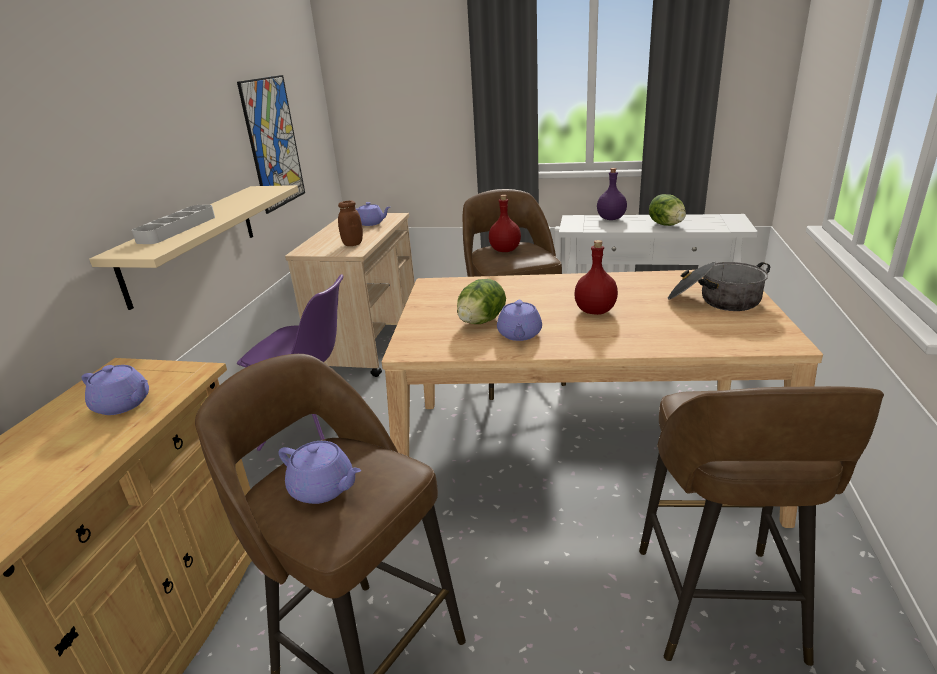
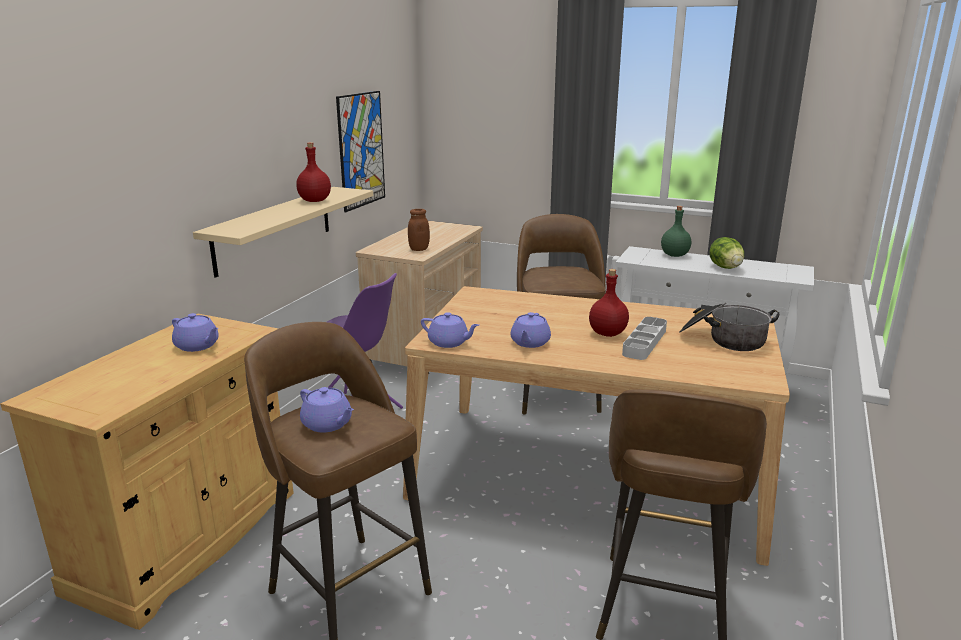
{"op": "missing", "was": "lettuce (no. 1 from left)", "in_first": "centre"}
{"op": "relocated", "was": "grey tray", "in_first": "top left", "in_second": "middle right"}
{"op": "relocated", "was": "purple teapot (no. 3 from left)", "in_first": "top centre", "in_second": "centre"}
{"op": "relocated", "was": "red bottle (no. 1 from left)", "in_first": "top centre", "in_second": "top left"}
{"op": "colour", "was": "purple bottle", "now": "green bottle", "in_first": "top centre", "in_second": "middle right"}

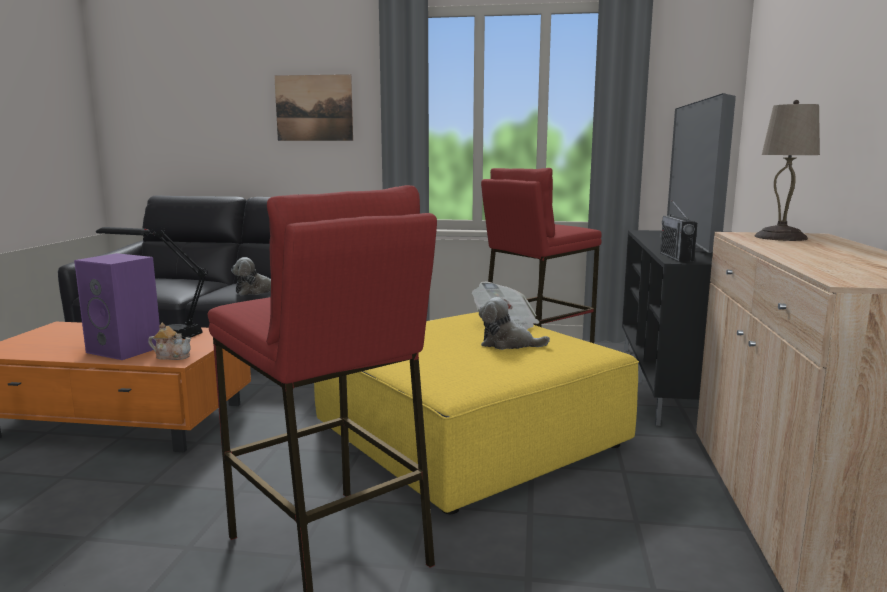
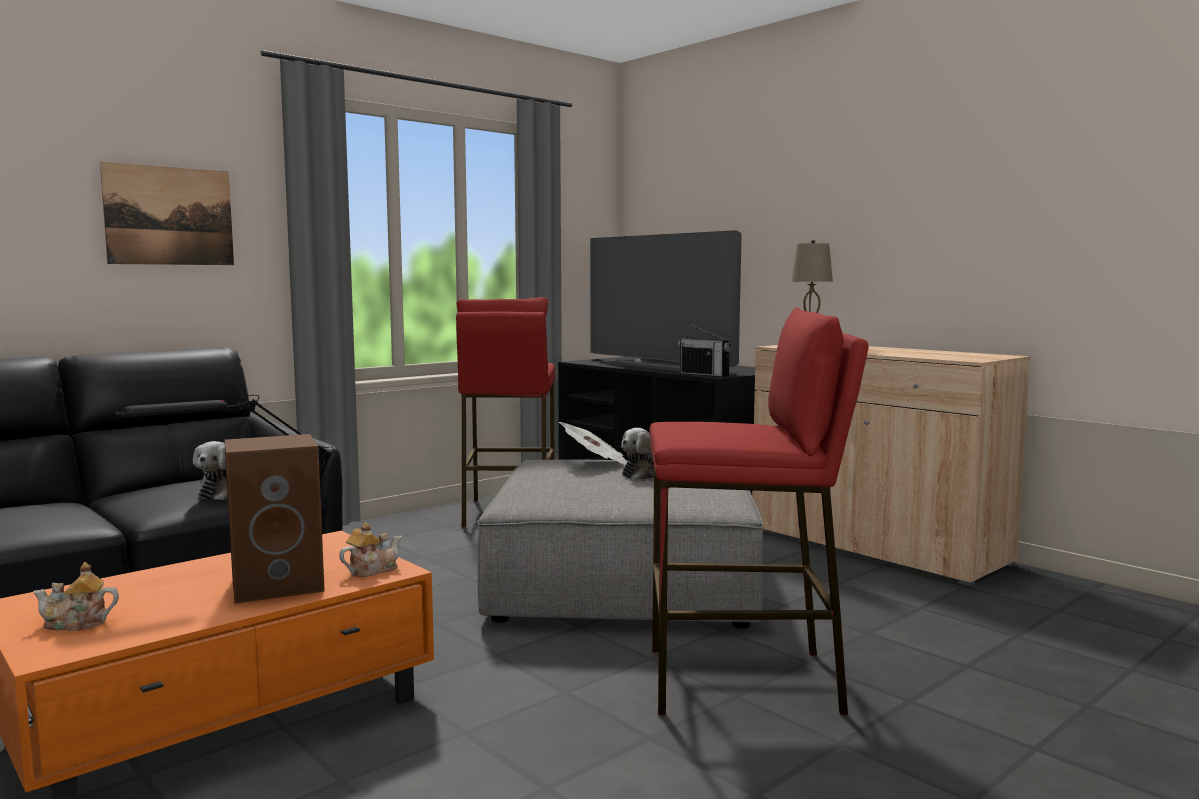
{"op": "appeared", "now": "teapot (no. 1 from left)", "in_second": "bottom left"}
{"op": "colour", "was": "purple speaker", "now": "brown speaker", "in_first": "middle left", "in_second": "middle left"}
{"op": "colour", "was": "yellow ottoman", "now": "grey ottoman", "in_first": "bottom centre", "in_second": "bottom centre"}

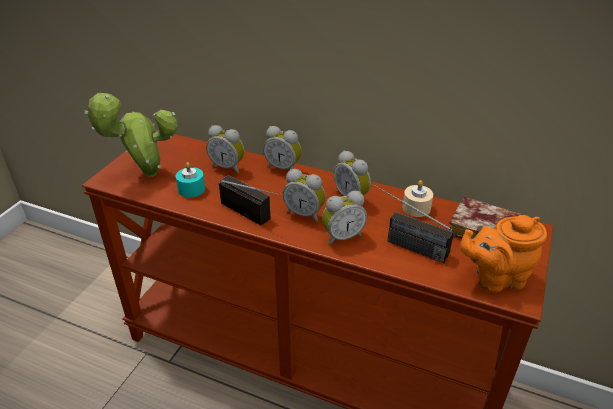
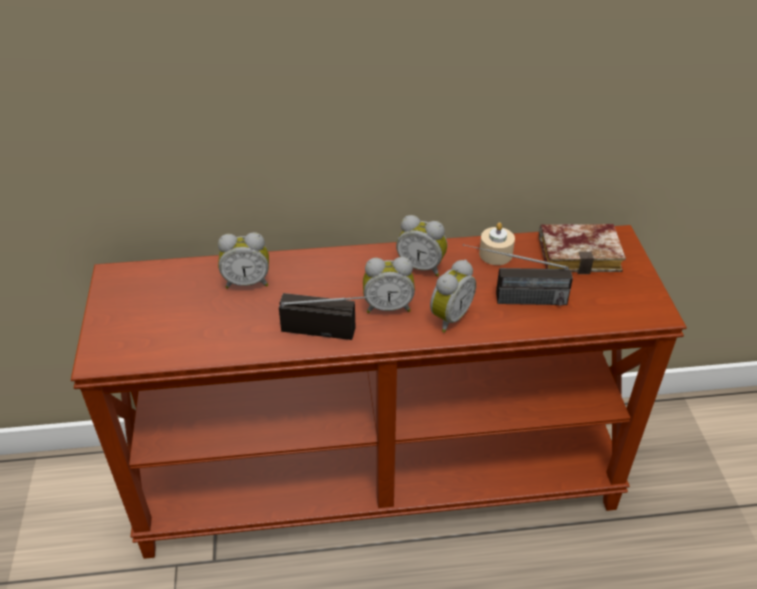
{"op": "missing", "was": "potted plant", "in_first": "top left"}
{"op": "missing", "was": "turquoise candle", "in_first": "middle left"}
{"op": "missing", "was": "alarm clock (no. 2 from left)", "in_first": "centre"}
{"op": "missing", "was": "orange teapot", "in_first": "middle right"}

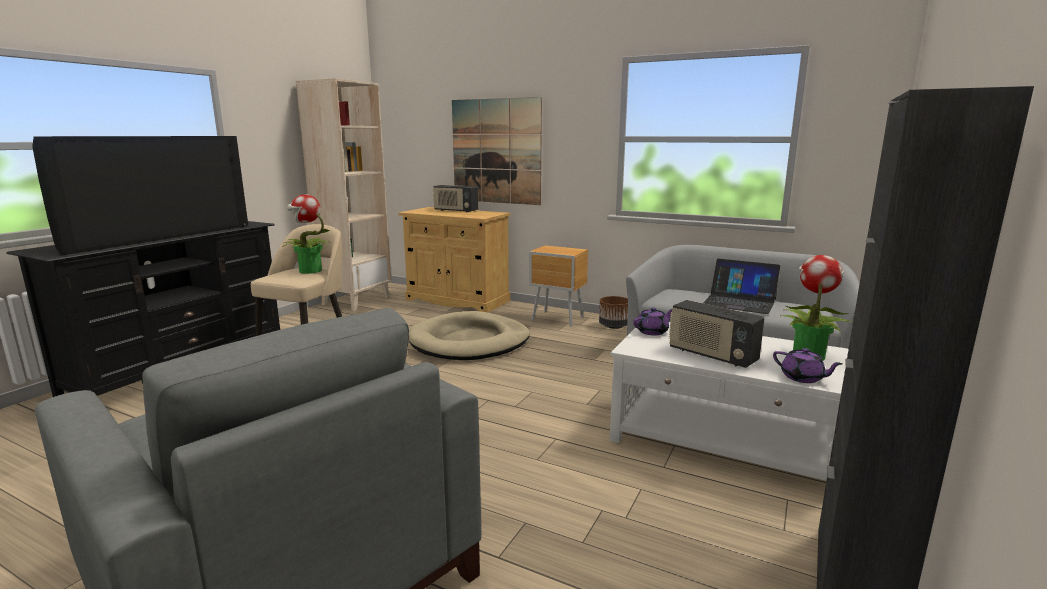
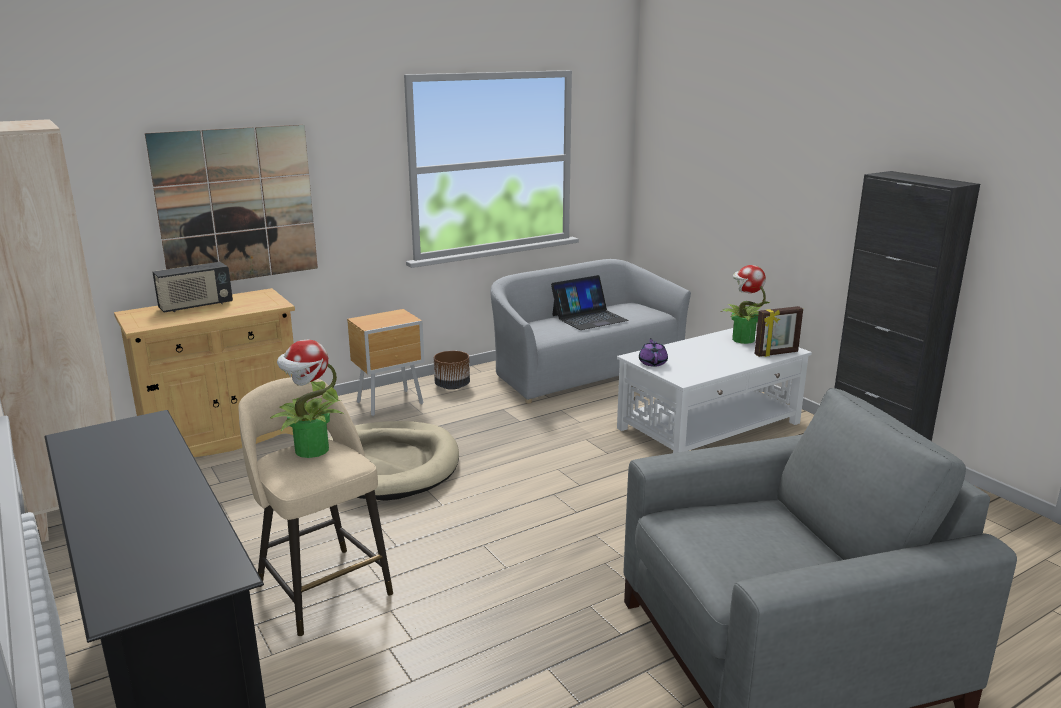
{"op": "missing", "was": "television", "in_first": "top left"}
{"op": "missing", "was": "radio (no. 2 from left)", "in_first": "middle right"}
{"op": "exchanged", "was": "purple teapot (no. 2 from left)", "now": "picture frame", "in_first": "middle right", "in_second": "middle right"}

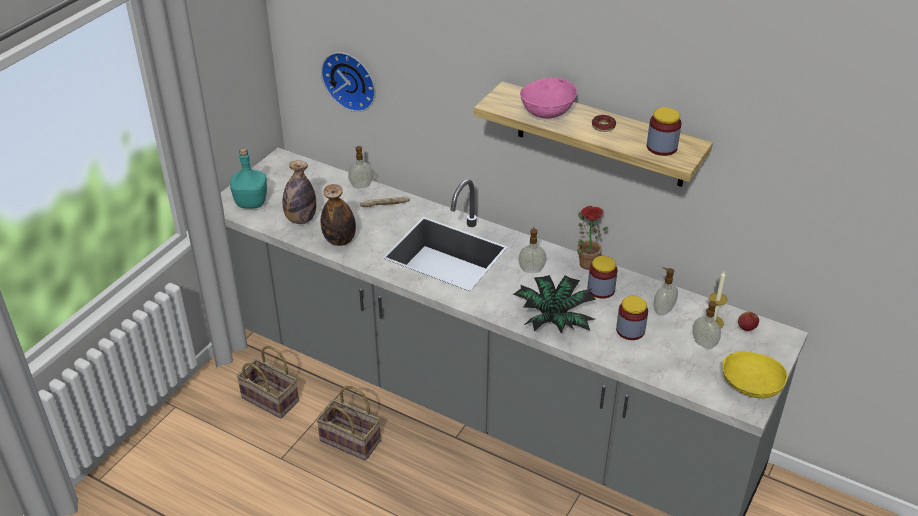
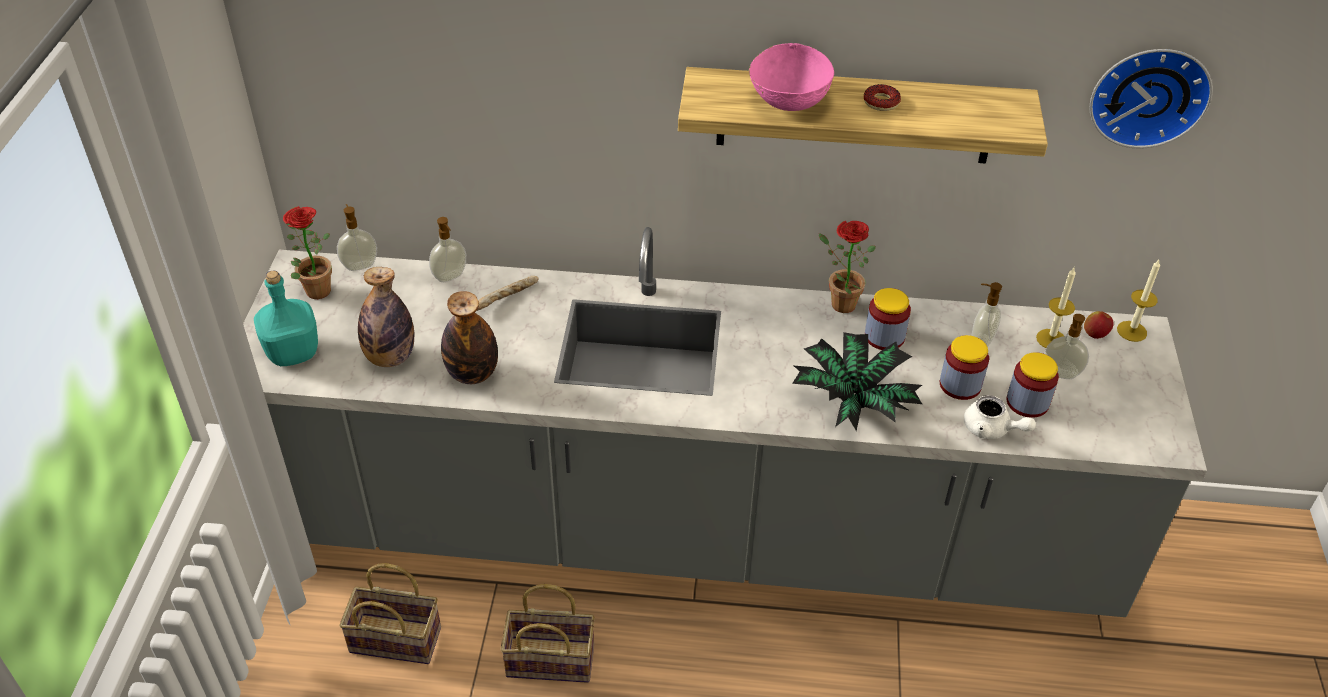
{"op": "missing", "was": "yellow bowl", "in_first": "bottom right"}
{"op": "appeared", "now": "potted plant (no. 1 from left)", "in_second": "middle left"}
{"op": "appeared", "now": "white teapot", "in_second": "middle right"}
{"op": "appeared", "now": "candle (no. 2 from left)", "in_second": "middle right"}
{"op": "relocated", "was": "wall clock", "in_first": "top centre", "in_second": "top right"}
{"op": "relocated", "was": "soap dispenser (no. 2 from left in the first image)", "now": "soap dispenser (no. 1 from left)", "in_first": "centre", "in_second": "middle left"}
{"op": "relocated", "was": "jar (no. 3 from left)", "in_first": "top right", "in_second": "middle right"}

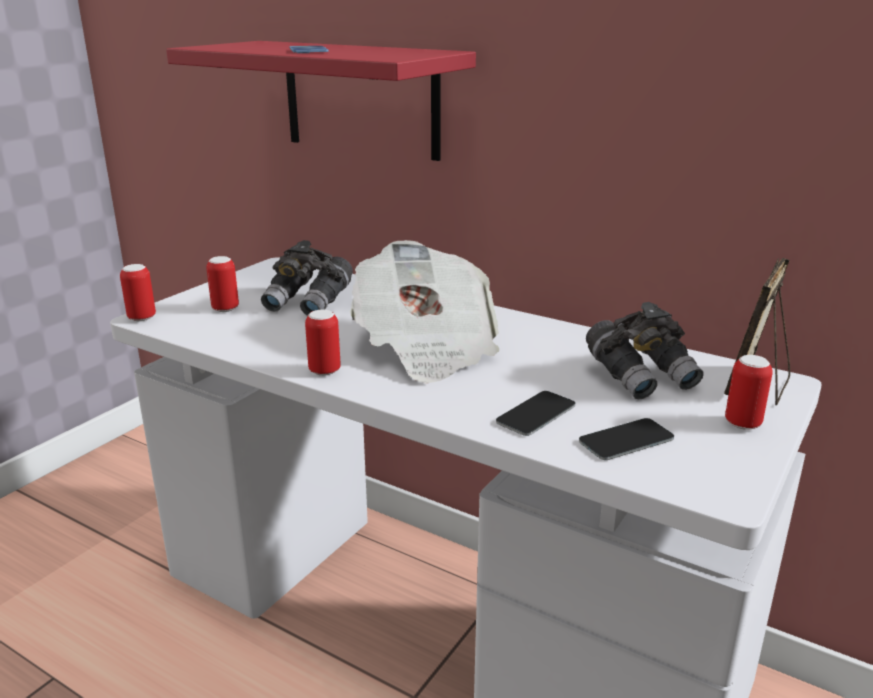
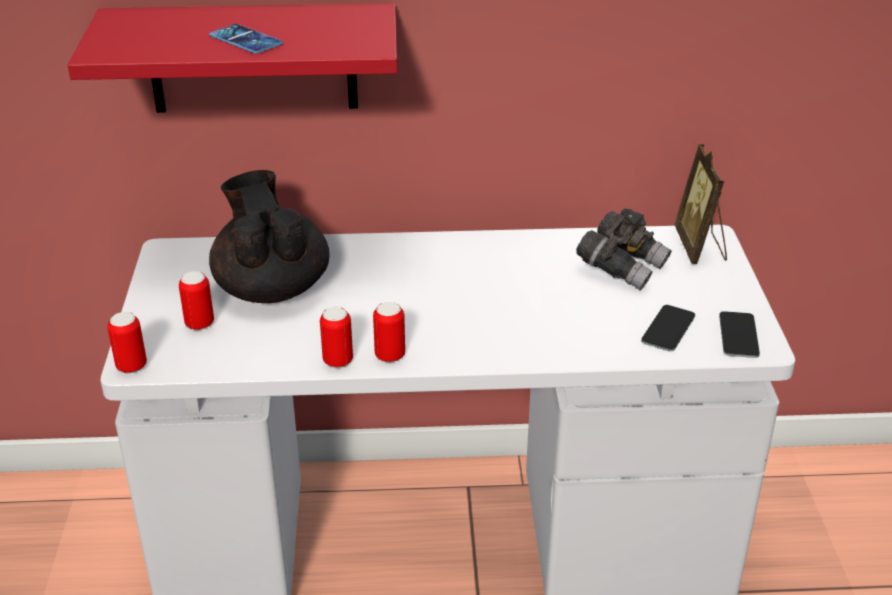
{"op": "missing", "was": "newspaper", "in_first": "centre"}
{"op": "relocated", "was": "phone (no. 2 from left in the first image)", "now": "phone (no. 3 from left)", "in_first": "centre", "in_second": "middle right"}
{"op": "relocated", "was": "can (no. 4 from left in the first image)", "now": "can (no. 3 from left)", "in_first": "middle right", "in_second": "centre"}
{"op": "exchanged", "was": "grey binoculars (no. 1 from left)", "now": "black teapot", "in_first": "centre", "in_second": "middle left"}

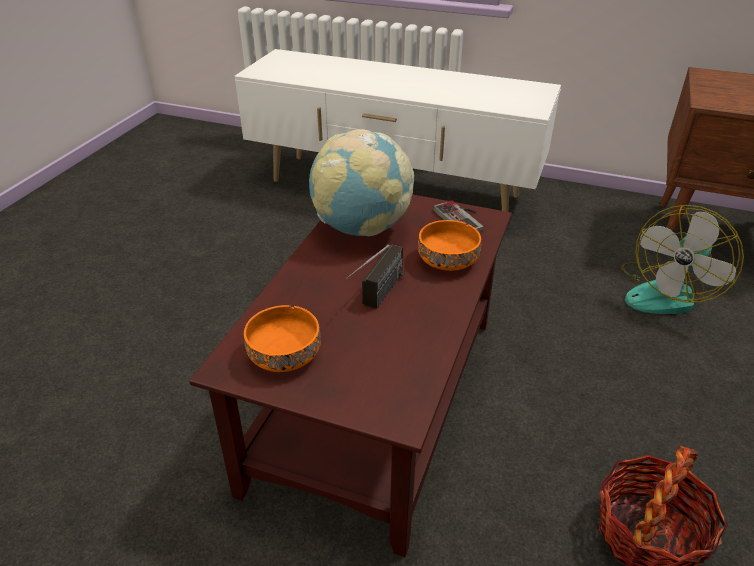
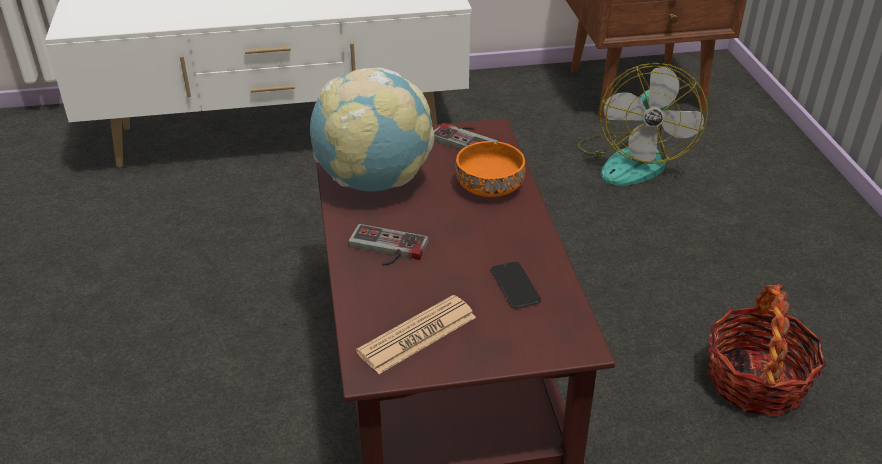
{"op": "missing", "was": "radio", "in_first": "centre"}
{"op": "appeared", "now": "game controller (no. 1 from left)", "in_second": "centre"}
{"op": "appeared", "now": "phone", "in_second": "centre"}
{"op": "exchanged", "was": "orange bowl (no. 1 from left)", "now": "newspaper", "in_first": "centre", "in_second": "bottom centre"}

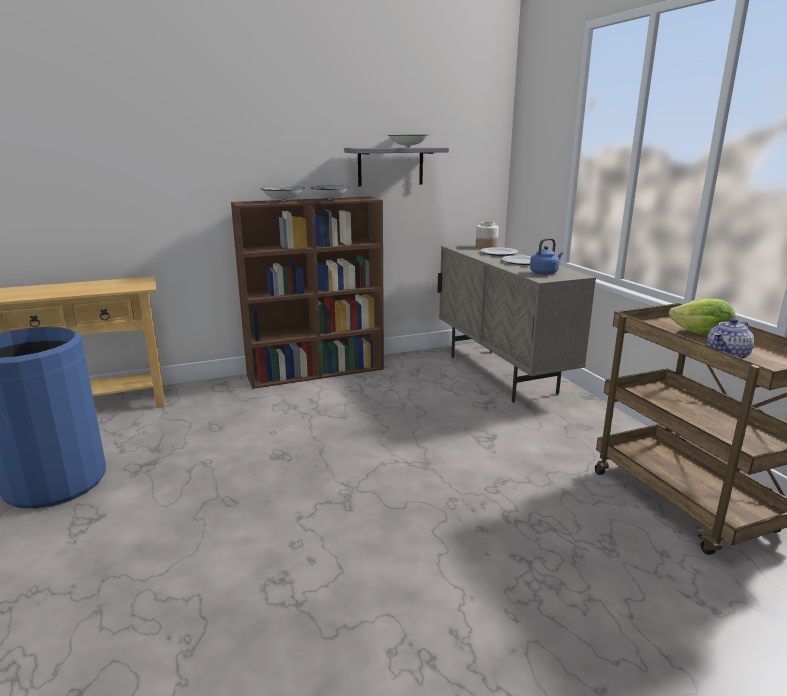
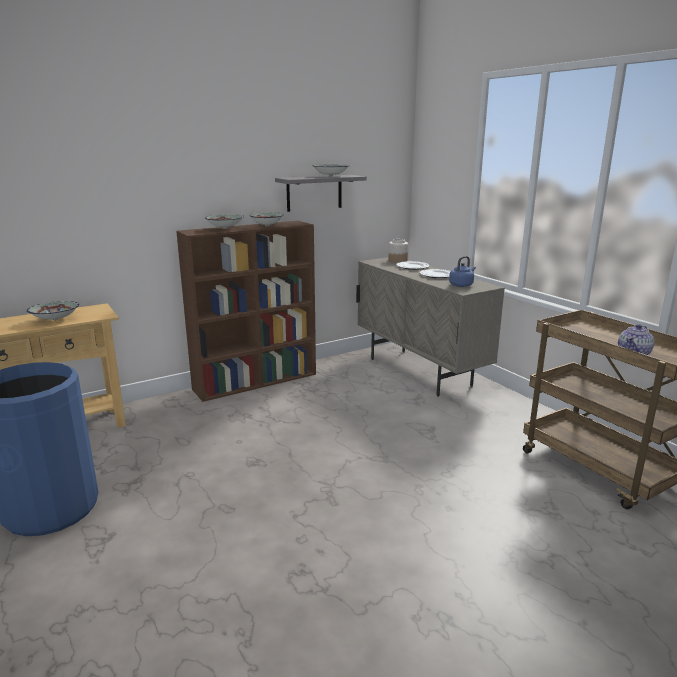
{"op": "missing", "was": "lettuce", "in_first": "middle right"}
{"op": "appeared", "now": "bowl (no. 1 from left)", "in_second": "middle left"}

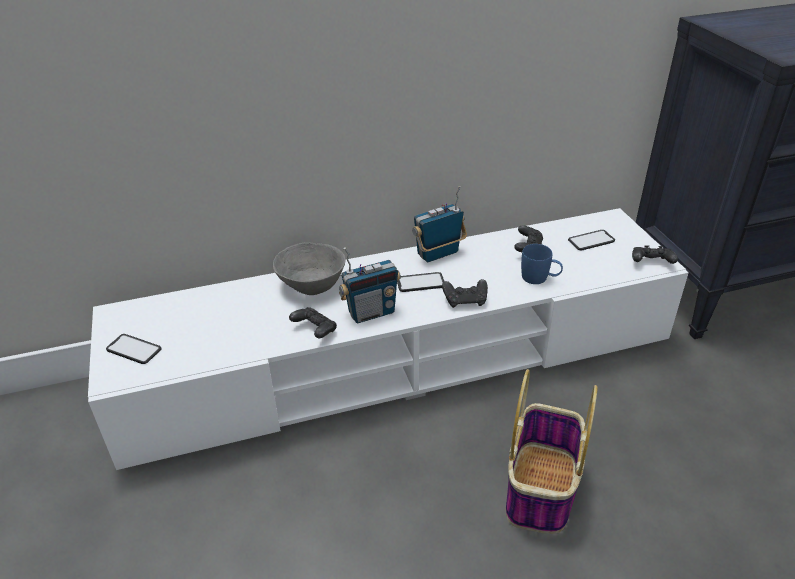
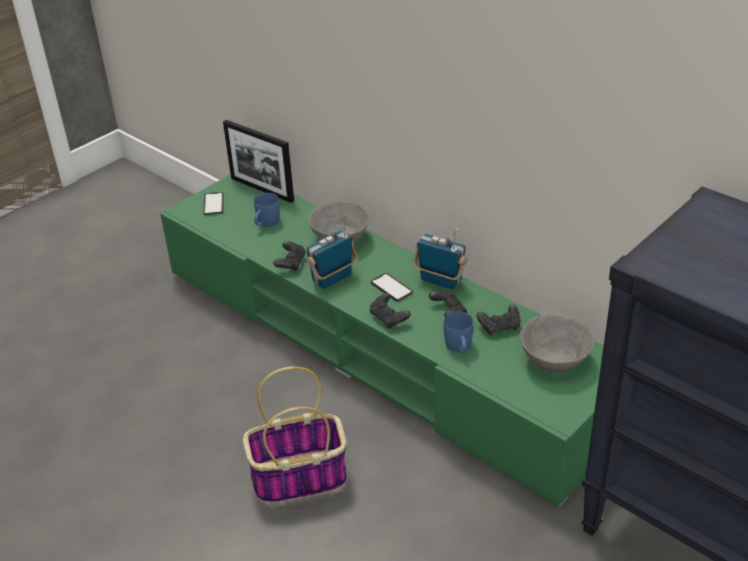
{"op": "appeared", "now": "picture frame", "in_second": "top centre"}
{"op": "appeared", "now": "blue mug (no. 1 from left)", "in_second": "centre"}
{"op": "relocated", "was": "black game controller (no. 4 from left in the first image)", "now": "black game controller (no. 3 from left)", "in_first": "middle right", "in_second": "centre"}
{"op": "exchanged", "was": "phone (no. 3 from left)", "now": "grey bowl (no. 2 from left)", "in_first": "middle right", "in_second": "middle right"}
{"op": "colour", "was": "white tv stand", "now": "green tv stand", "in_first": "centre", "in_second": "centre"}
{"op": "spun", "was": "radio (no. 1 from left)", "in_first": "centre", "in_second": "centre", "clockwise": 105}

